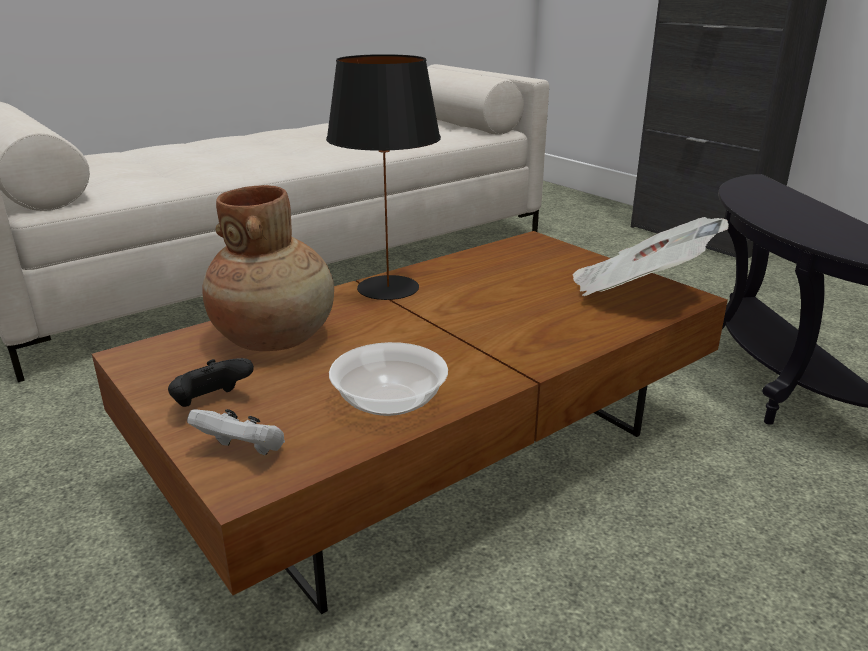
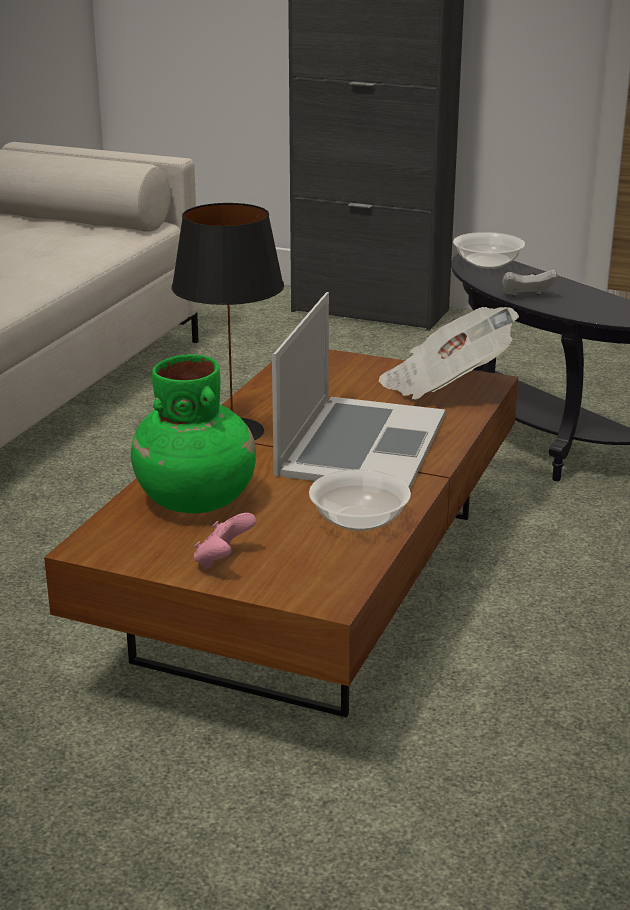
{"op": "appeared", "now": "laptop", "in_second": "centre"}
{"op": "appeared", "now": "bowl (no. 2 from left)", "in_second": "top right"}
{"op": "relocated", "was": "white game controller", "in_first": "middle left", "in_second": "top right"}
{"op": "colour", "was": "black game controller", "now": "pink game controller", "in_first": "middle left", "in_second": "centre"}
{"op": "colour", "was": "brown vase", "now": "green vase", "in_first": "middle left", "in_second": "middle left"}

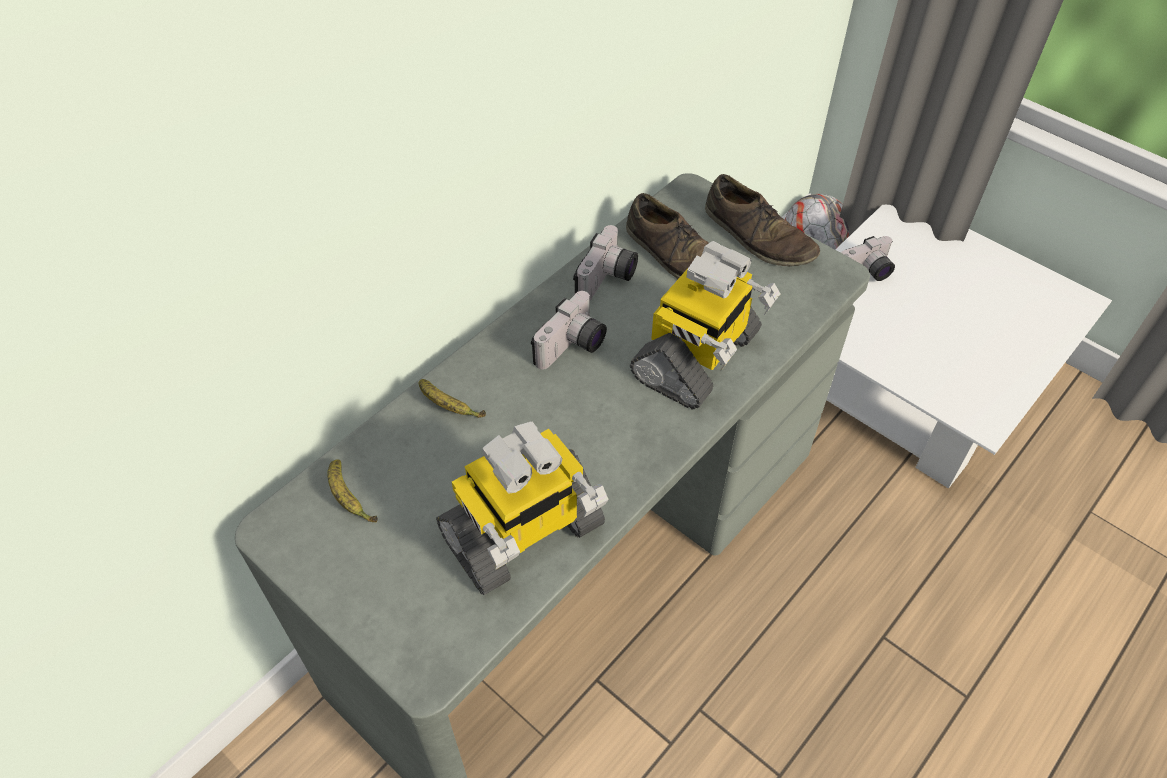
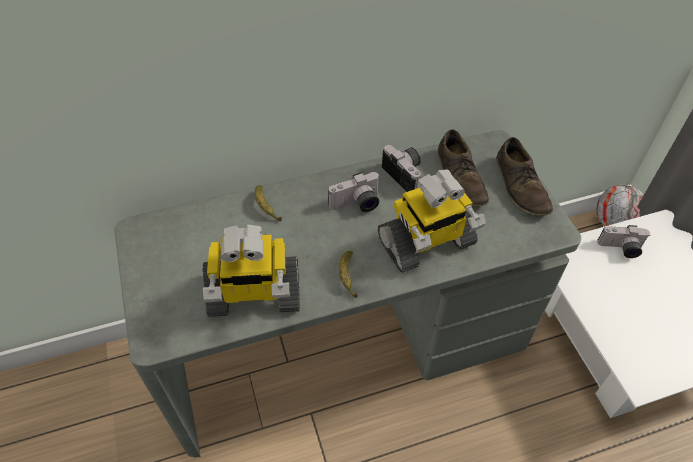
{"op": "relocated", "was": "banana (no. 1 from left in the first image)", "now": "banana (no. 2 from left)", "in_first": "middle left", "in_second": "centre"}
{"op": "spun", "was": "photo camera (no. 2 from left)", "in_first": "centre", "in_second": "centre", "clockwise": -90}

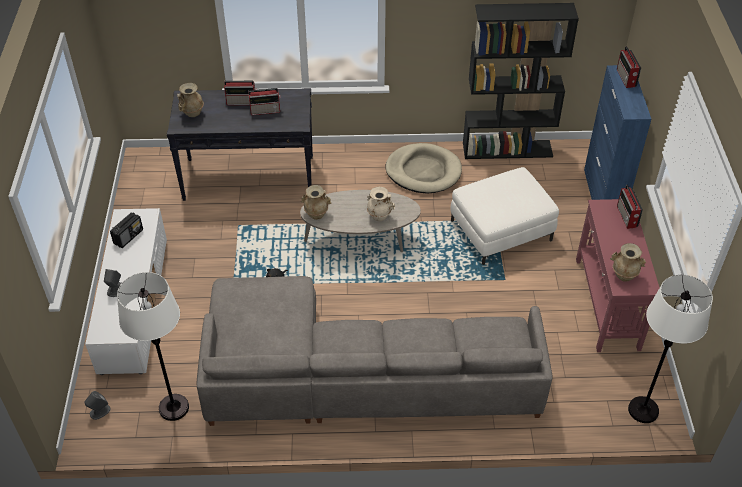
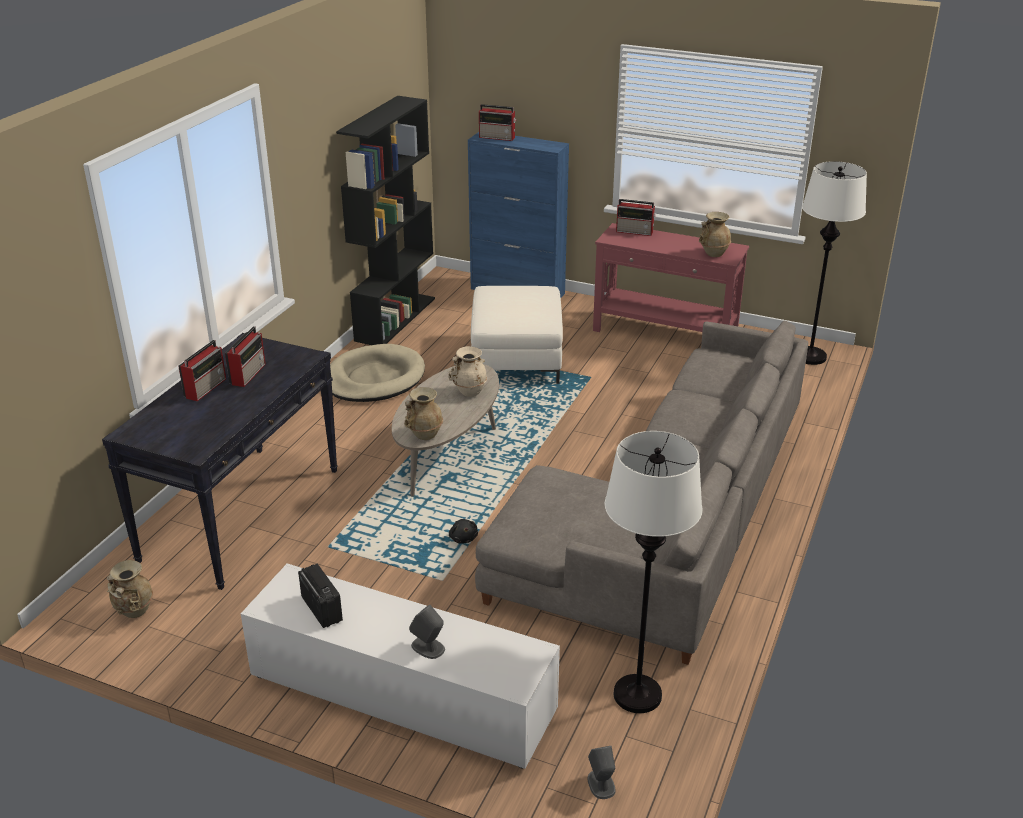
{"op": "relocated", "was": "beige vase (no. 1 from left)", "in_first": "top left", "in_second": "bottom left"}

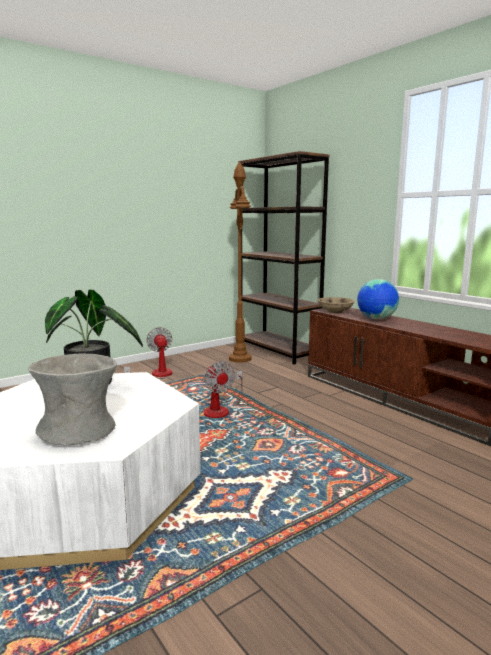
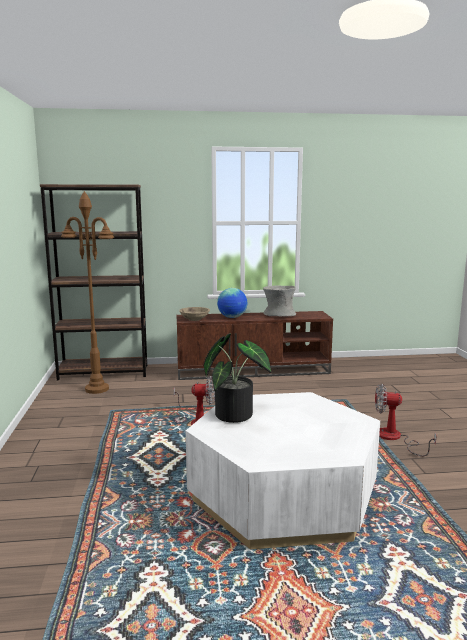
{"op": "relocated", "was": "grey vase", "in_first": "middle left", "in_second": "centre"}
{"op": "relocated", "was": "fan (no. 1 from left in the first image)", "now": "fan (no. 2 from left)", "in_first": "middle left", "in_second": "middle right"}

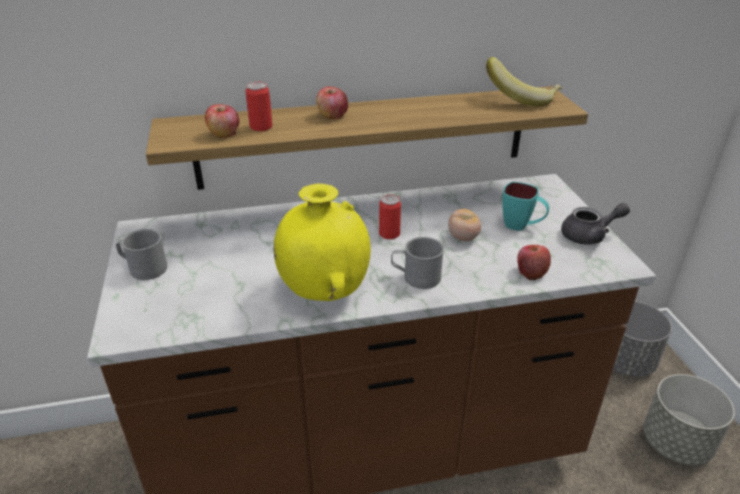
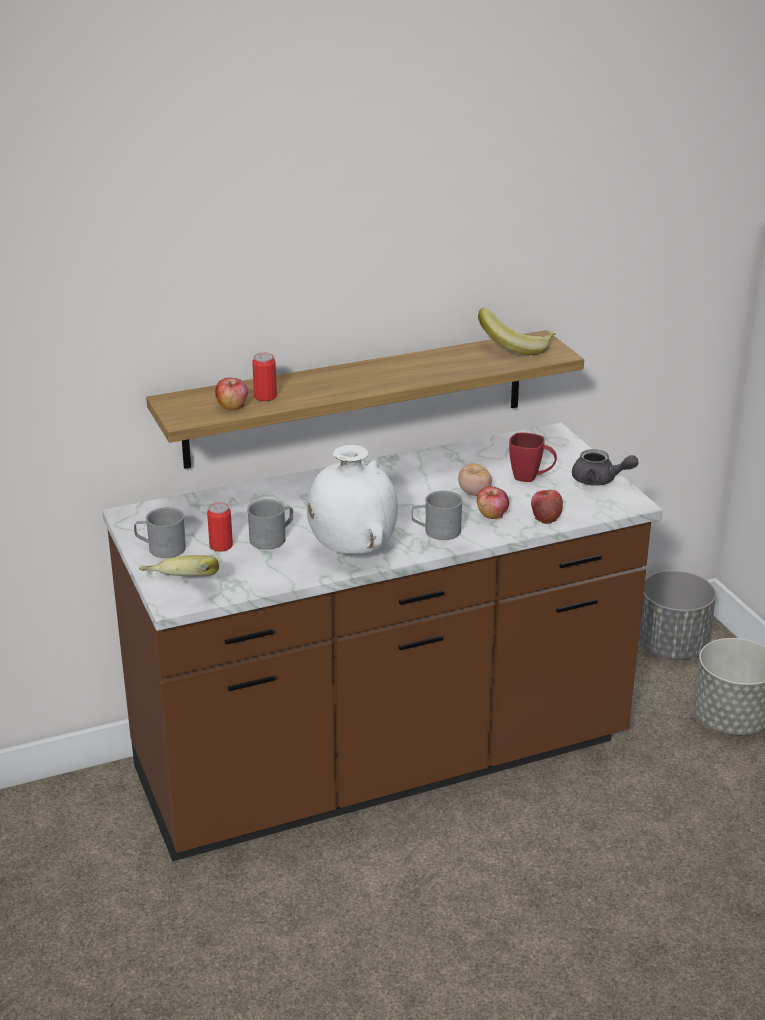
{"op": "appeared", "now": "banana (no. 1 from left)", "in_second": "middle left"}
{"op": "appeared", "now": "grey mug (no. 2 from left)", "in_second": "centre"}
{"op": "relocated", "was": "apple (no. 2 from left)", "in_first": "top centre", "in_second": "centre"}
{"op": "relocated", "was": "can (no. 2 from left in the first image)", "now": "can (no. 1 from left)", "in_first": "centre", "in_second": "middle left"}
{"op": "colour", "was": "yellow vase", "now": "white vase", "in_first": "centre", "in_second": "centre"}
{"op": "colour", "was": "turquoise mug", "now": "red mug", "in_first": "middle right", "in_second": "middle right"}
{"op": "spun", "was": "grey teapot", "in_first": "middle right", "in_second": "middle right", "clockwise": 45}

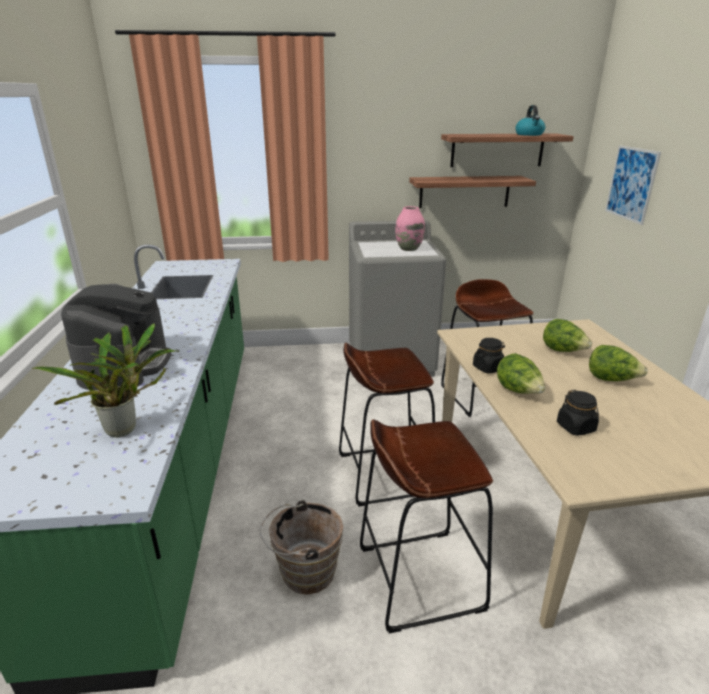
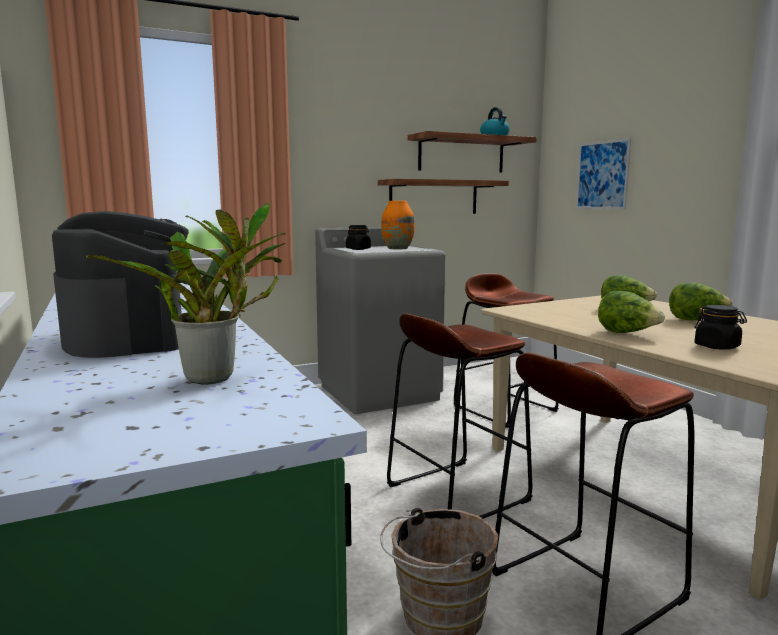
{"op": "relocated", "was": "black jar (no. 1 from left)", "in_first": "middle right", "in_second": "centre"}
{"op": "colour", "was": "pink vase", "now": "orange vase", "in_first": "top centre", "in_second": "centre"}

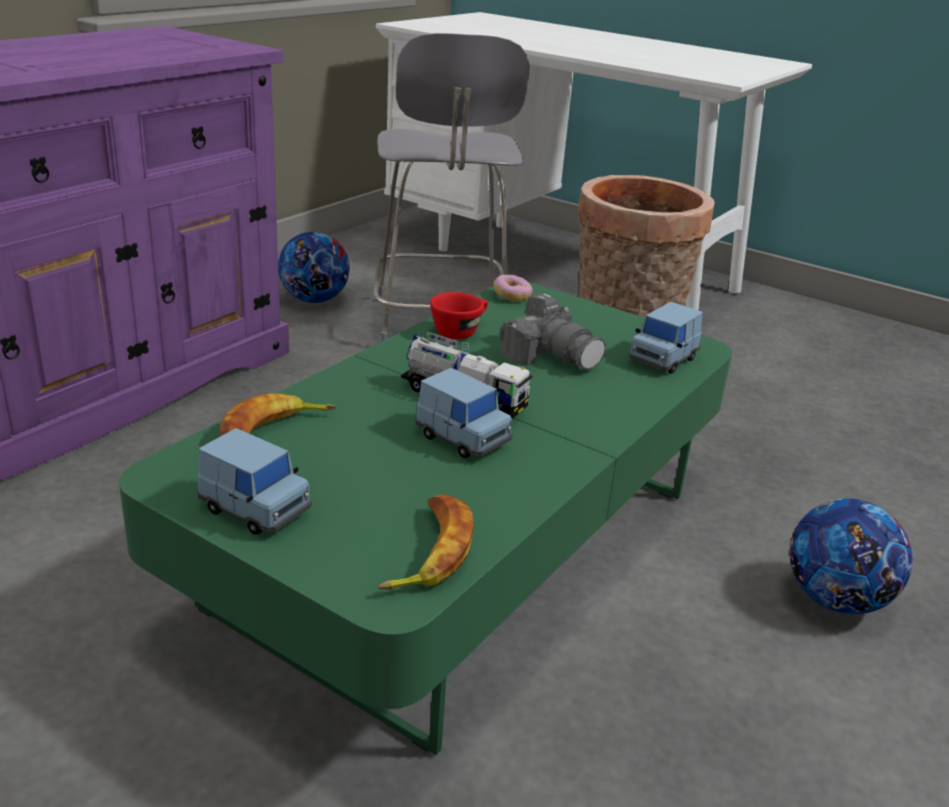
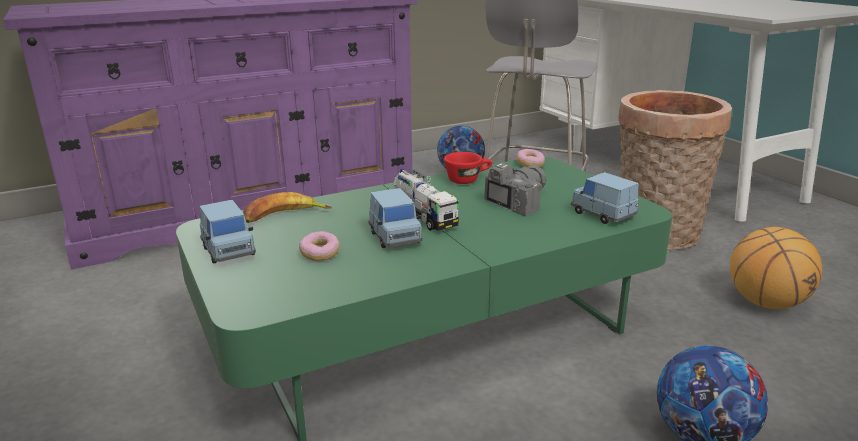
{"op": "missing", "was": "banana (no. 2 from left)", "in_first": "bottom centre"}
{"op": "appeared", "now": "donut (no. 1 from left)", "in_second": "centre"}
{"op": "appeared", "now": "basketball", "in_second": "middle right"}
{"op": "spun", "was": "photo camera", "in_first": "centre", "in_second": "centre", "clockwise": -120}
{"op": "spun", "was": "blue toy car (no. 3 from left)", "in_first": "middle right", "in_second": "middle right", "clockwise": 75}

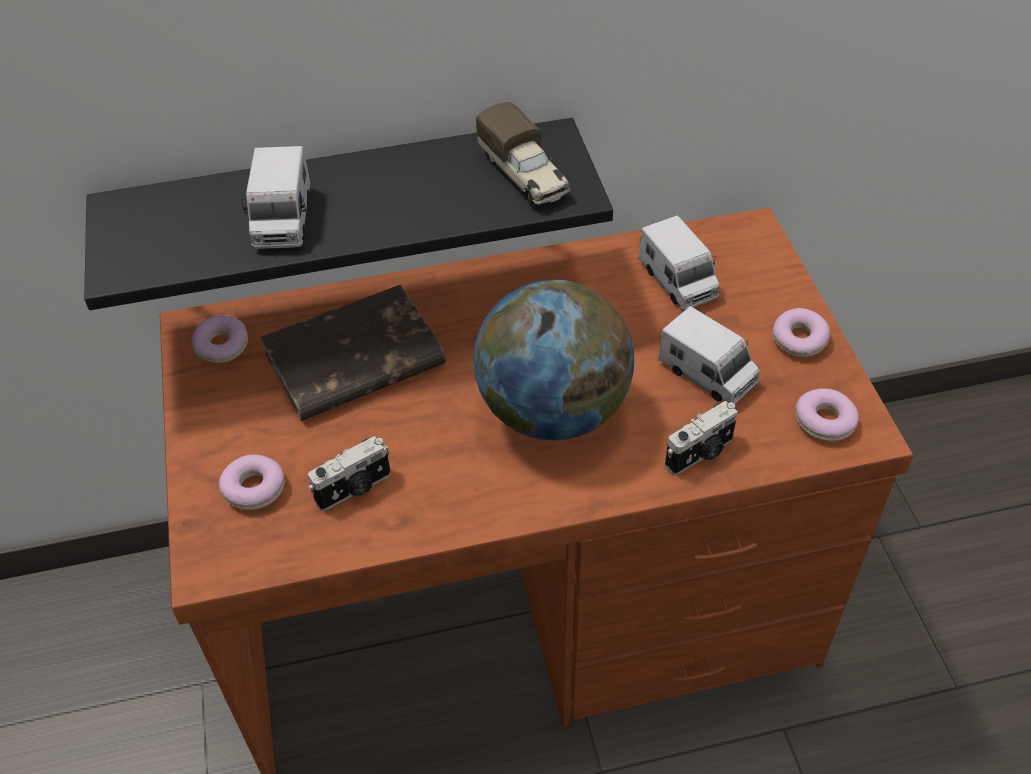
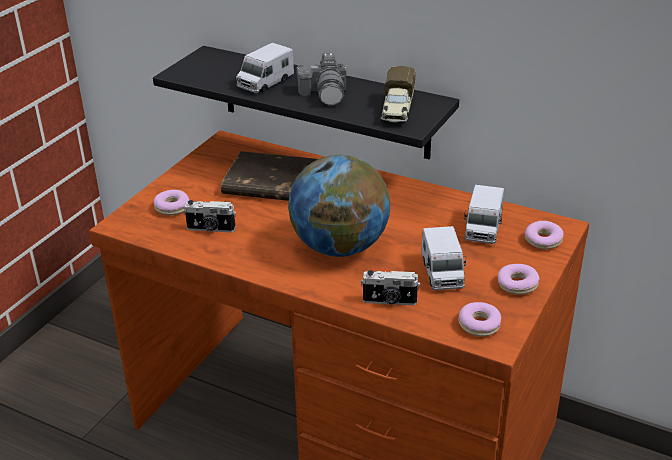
{"op": "appeared", "now": "photo camera (no. 2 from left)", "in_second": "top centre"}
{"op": "relocated", "was": "donut (no. 1 from left in the first image)", "now": "donut (no. 4 from left)", "in_first": "middle left", "in_second": "middle right"}

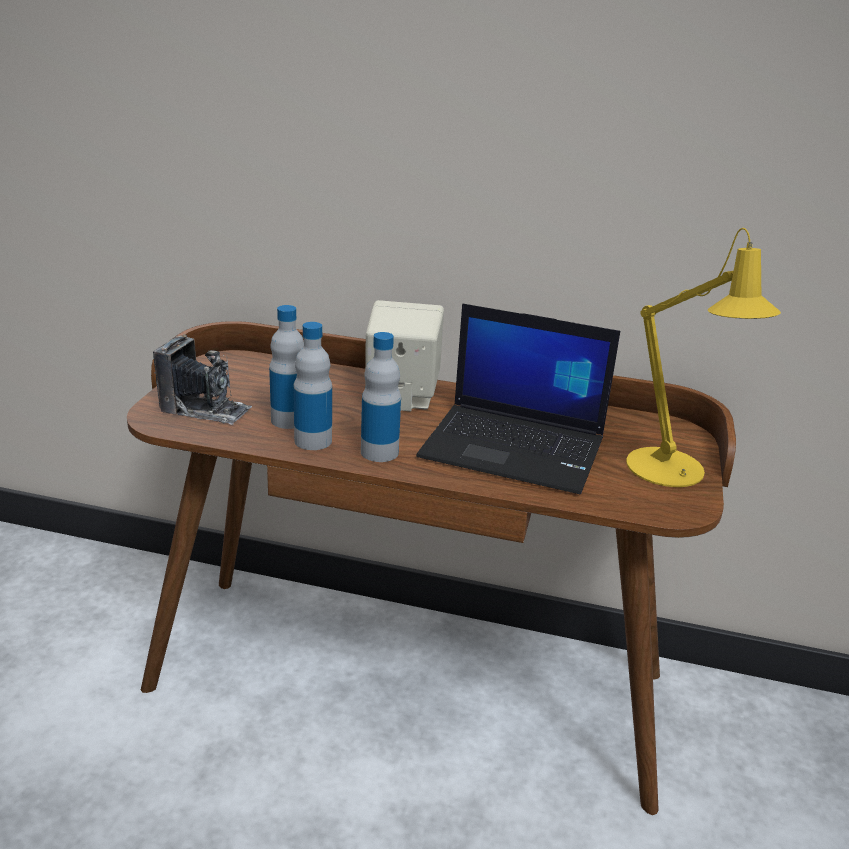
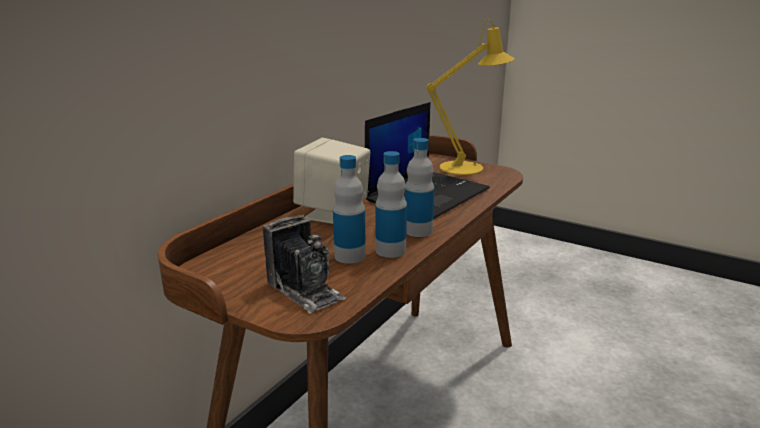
{"op": "spun", "was": "photo camera", "in_first": "middle left", "in_second": "centre", "clockwise": 105}

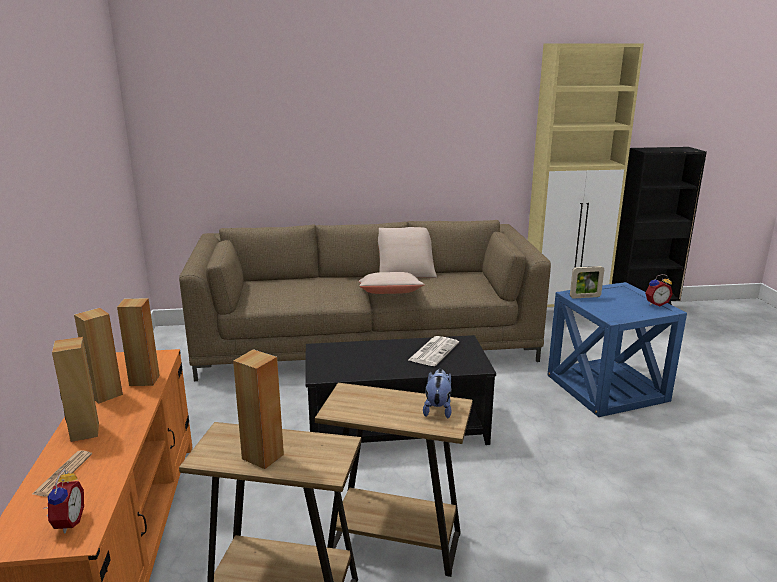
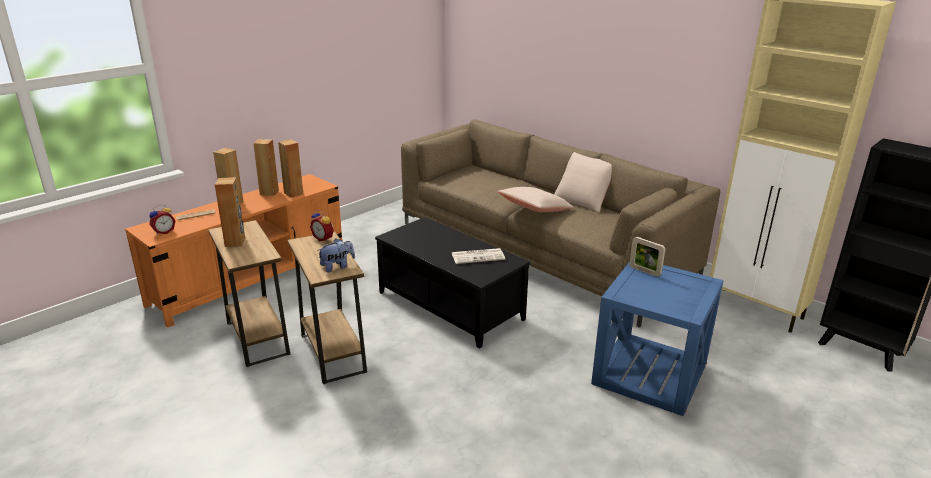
{"op": "relocated", "was": "alarm clock (no. 2 from left)", "in_first": "middle right", "in_second": "centre"}

